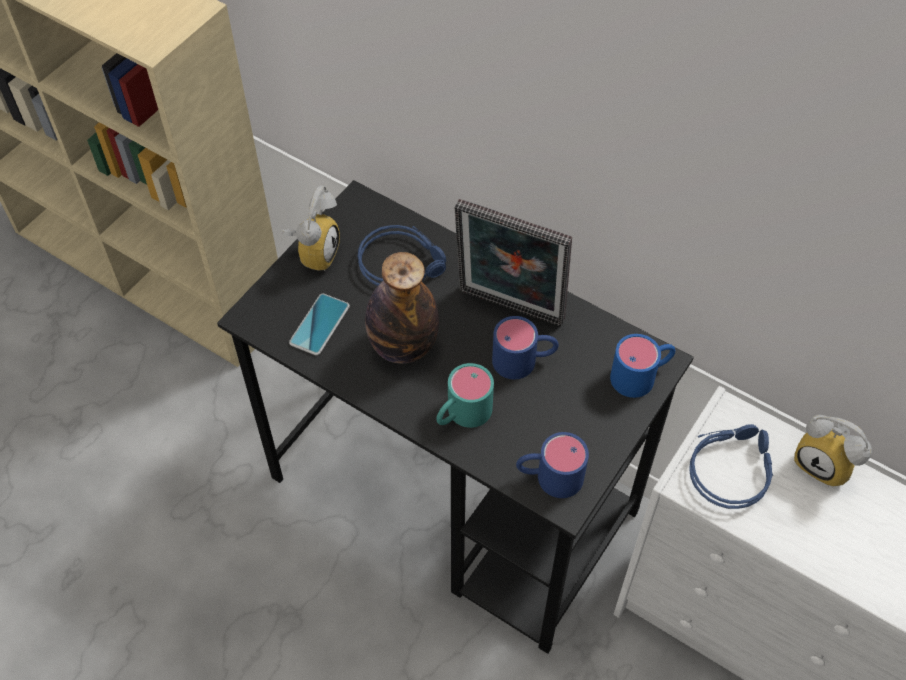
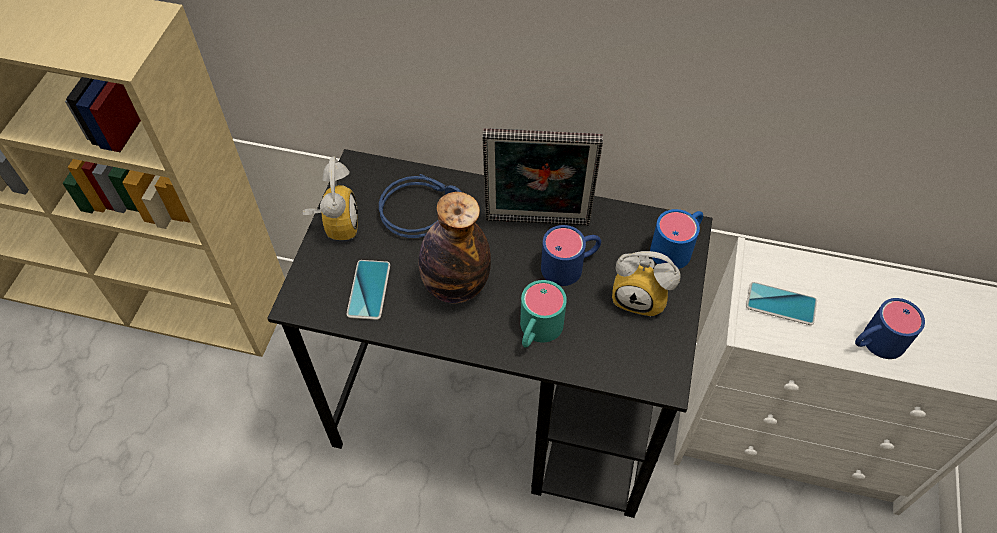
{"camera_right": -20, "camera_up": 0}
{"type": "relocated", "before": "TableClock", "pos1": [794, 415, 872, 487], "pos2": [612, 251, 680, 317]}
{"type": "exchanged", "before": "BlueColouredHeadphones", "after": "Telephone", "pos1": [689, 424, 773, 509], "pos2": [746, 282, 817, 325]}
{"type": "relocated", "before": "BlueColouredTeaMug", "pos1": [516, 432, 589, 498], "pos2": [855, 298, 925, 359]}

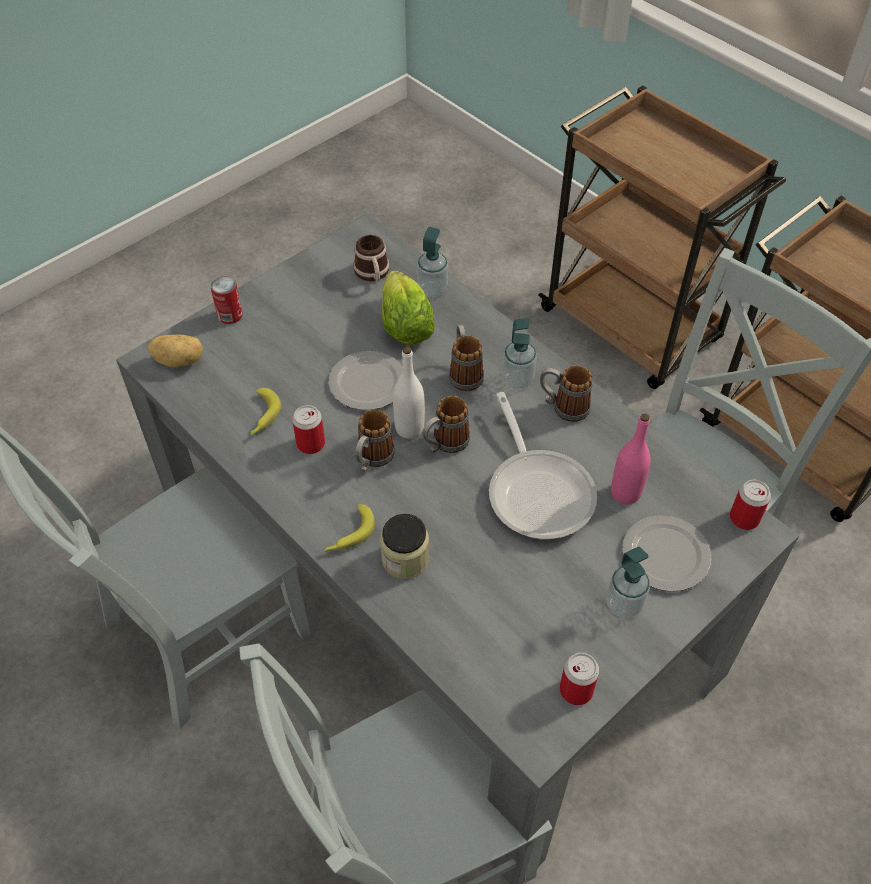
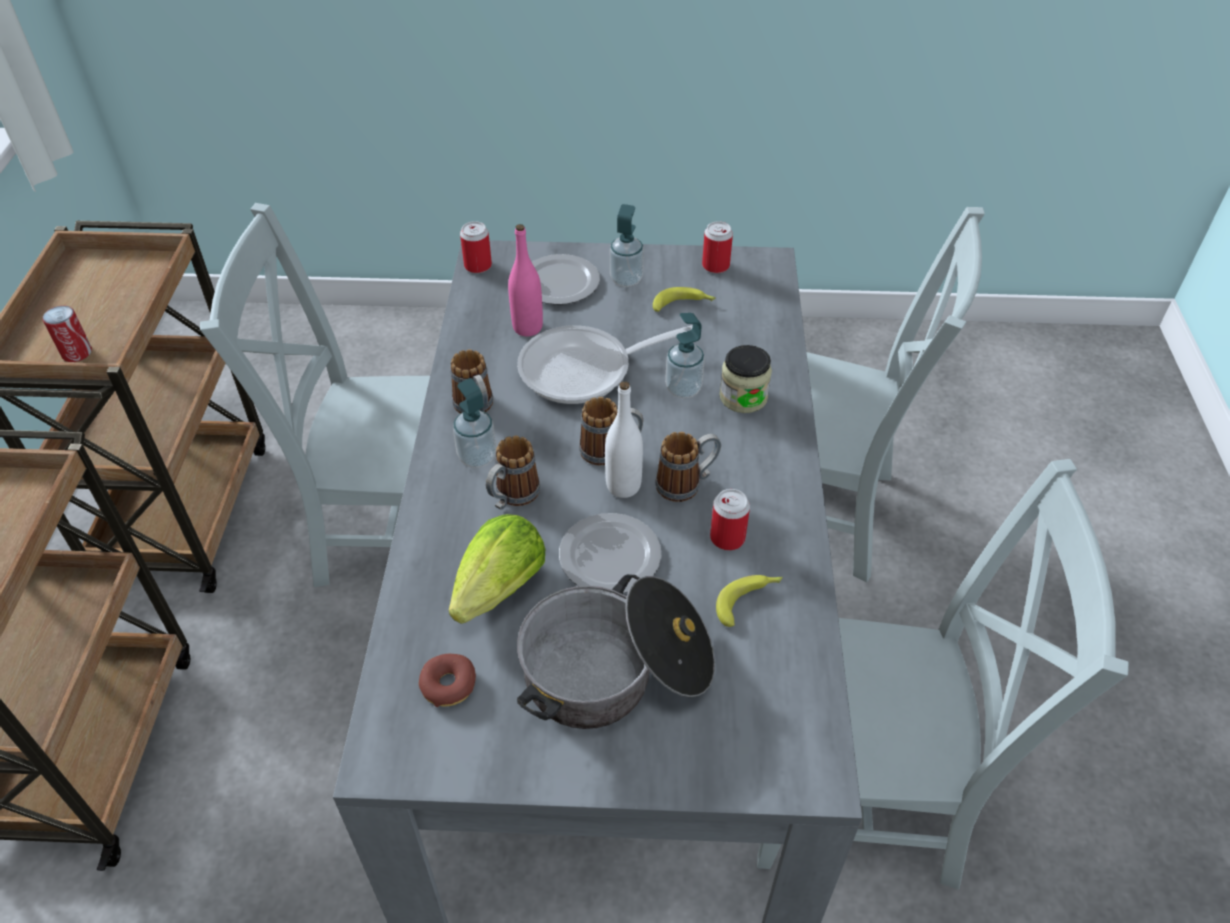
{"camera_right": -135, "camera_up": -5}
{"type": "relocated", "before": "Can", "pos1": [211, 276, 243, 324], "pos2": [43, 306, 92, 362]}
{"type": "exchanged", "before": "TeaMug", "after": "RingDoughnut", "pos1": [353, 235, 389, 282], "pos2": [419, 654, 476, 707]}
{"type": "spun", "before": "Pan", "pos1": [489, 392, 597, 539], "pos2": [517, 325, 693, 404], "turn": -135}
{"type": "appeared", "after": "CookingPot", "pos2": [517, 574, 715, 729]}
{"type": "relocated", "before": "BananaFruit", "pos1": [324, 504, 375, 552], "pos2": [653, 287, 716, 312]}
{"type": "relocated", "before": "SoapDispenser", "pos1": [417, 227, 448, 297], "pos2": [665, 313, 705, 398]}
{"type": "missing", "before": "Potato", "pos1": [148, 334, 203, 367]}

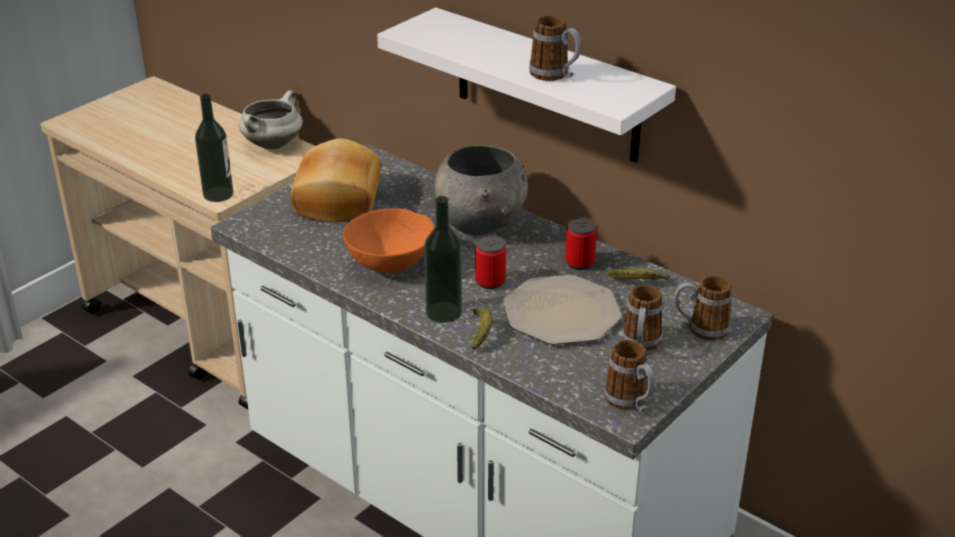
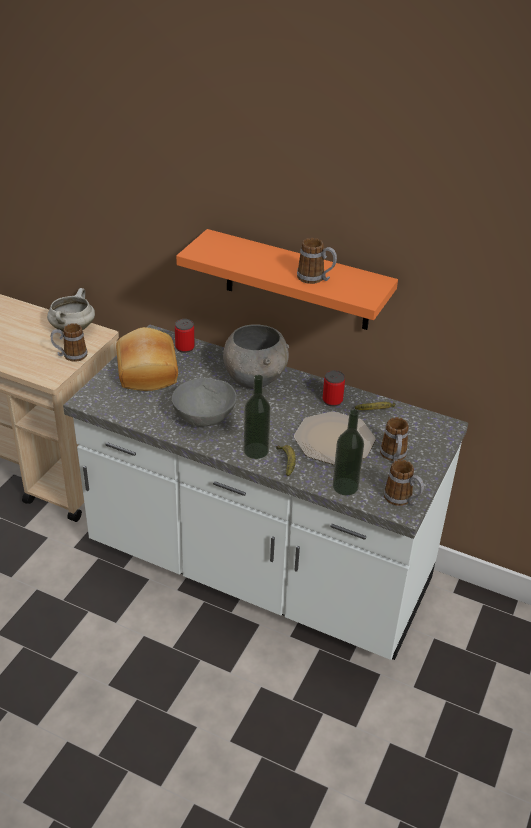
{"camera_right": -15, "camera_up": 5}
{"type": "relocated", "before": "TeaMug", "pos1": [674, 275, 732, 341], "pos2": [51, 323, 87, 362]}
{"type": "colour", "before": "OrangeColouredDeepDish", "after": "GrayDeepDish", "pos1": [343, 208, 435, 273], "pos2": [172, 378, 237, 426]}
{"type": "relocated", "before": "Can", "pos1": [475, 235, 506, 289], "pos2": [175, 319, 195, 353]}
{"type": "colour", "before": "WhiteBracketShelf", "after": "OrangeColouredBracketShelf", "pos1": [377, 7, 676, 163], "pos2": [176, 229, 398, 330]}
{"type": "relocated", "before": "BeverageBottle", "pos1": [195, 93, 233, 202], "pos2": [333, 409, 364, 495]}

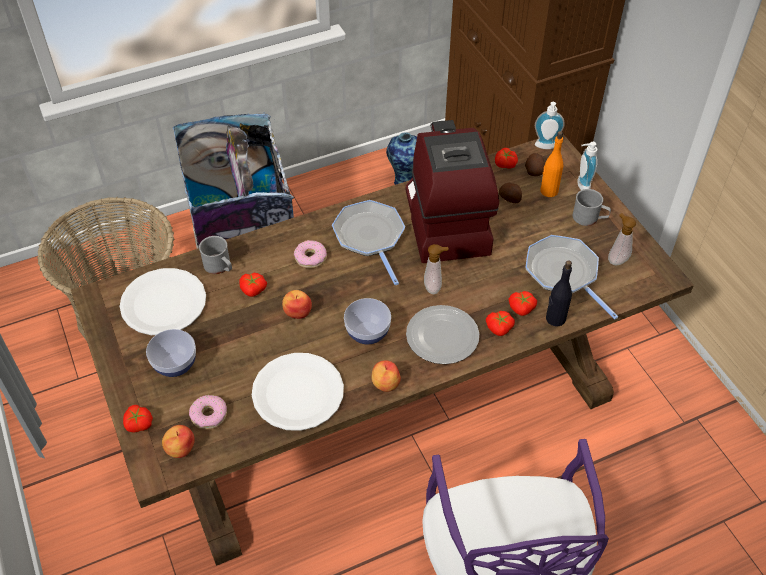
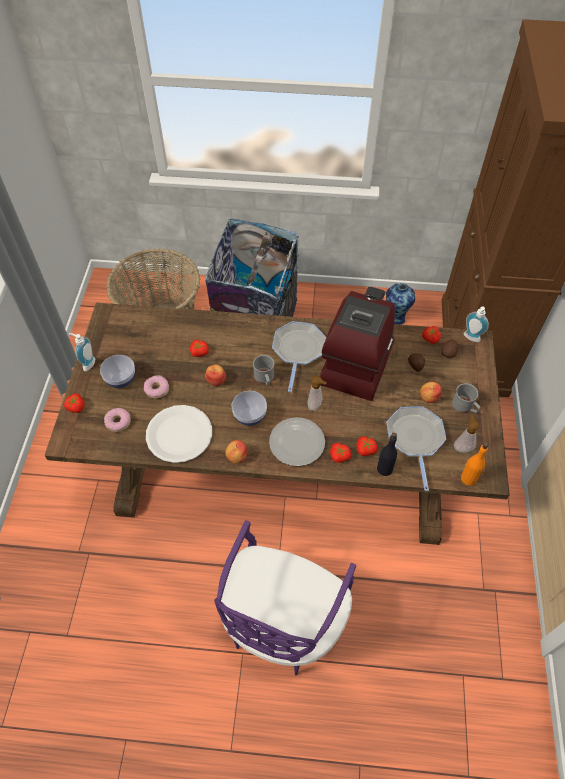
{"camera_right": 30, "camera_up": 5}
{"type": "relocated", "before": "SoapDispenser", "pos1": [577, 142, 598, 190], "pos2": [69, 333, 95, 371]}
{"type": "relocated", "before": "RingDoughnut", "pos1": [294, 240, 327, 268], "pos2": [144, 375, 169, 398]}
{"type": "relocated", "before": "GrayTeaMug", "pos1": [199, 236, 232, 274], "pos2": [253, 355, 274, 386]}
{"type": "relocated", "before": "Apple", "pos1": [162, 425, 195, 458], "pos2": [420, 382, 442, 403]}
{"type": "relocated", "before": "OrangeColouredBeverageBottle", "pos1": [540, 131, 563, 197], "pos2": [461, 442, 489, 486]}
{"type": "missing", "before": "WhitePlate", "pos1": [120, 268, 206, 335]}

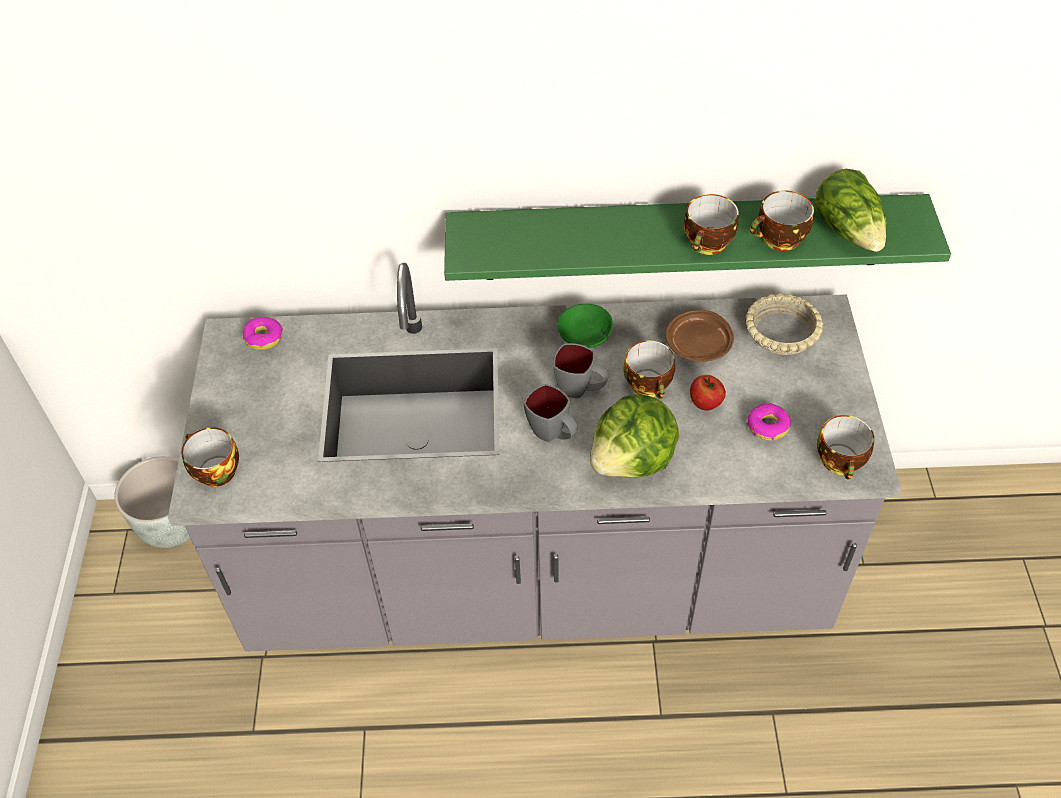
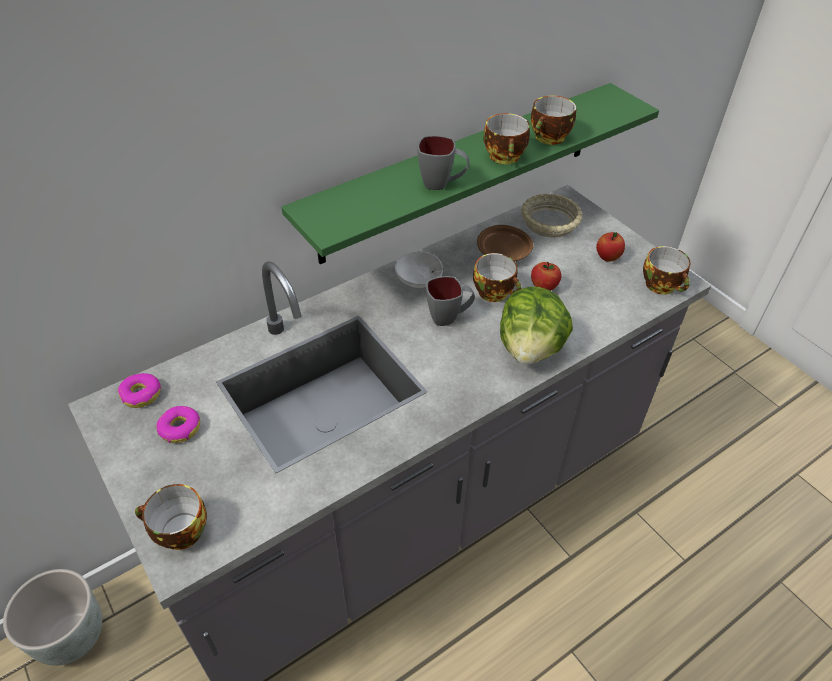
{"camera_right": -35, "camera_up": -5}
{"type": "relocated", "before": "RingDoughnut", "pos1": [747, 403, 791, 441], "pos2": [156, 406, 200, 443]}
{"type": "colour", "before": "GreenishDeepDish", "after": "WhiteDeepDish", "pos1": [557, 304, 613, 348], "pos2": [395, 251, 443, 288]}
{"type": "relocated", "before": "GrayTeaMug", "pos1": [524, 384, 578, 442], "pos2": [418, 135, 469, 190]}
{"type": "appeared", "after": "Apple", "pos2": [596, 232, 625, 262]}
{"type": "missing", "before": "LettuceHead", "pos1": [815, 169, 886, 252]}

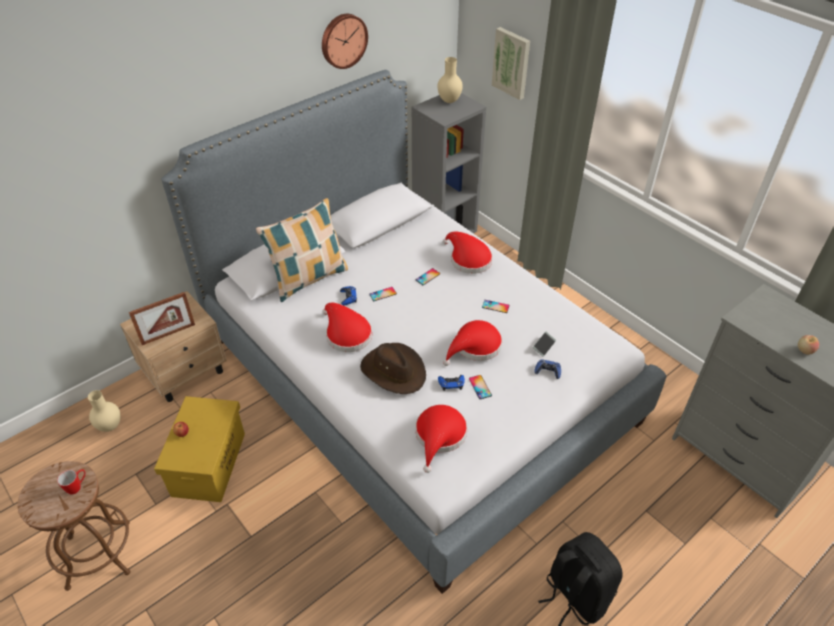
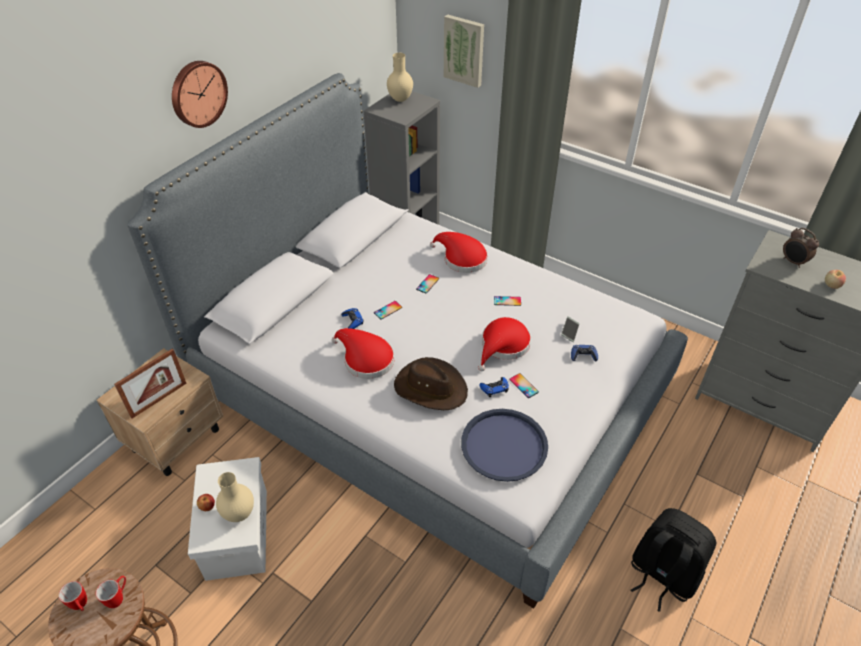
{"camera_right": -15, "camera_up": 0}
{"type": "appeared", "after": "TeaMug", "pos2": [59, 581, 87, 611]}
{"type": "relocated", "before": "HangingClock", "pos1": [322, 14, 368, 69], "pos2": [172, 61, 228, 128]}
{"type": "colour", "before": "YellowStorageBin", "after": "WhiteStorageBin", "pos1": [154, 396, 245, 502], "pos2": [188, 457, 267, 581]}
{"type": "relocated", "before": "BeigeColouredDecorativeVase", "pos1": [88, 390, 121, 432], "pos2": [216, 472, 254, 522]}
{"type": "exchanged", "before": "RedColouredHat", "after": "BlueColouredTray", "pos1": [416, 405, 467, 473], "pos2": [461, 409, 548, 482]}
{"type": "appeared", "after": "TableClock", "pos2": [783, 228, 819, 268]}
{"type": "missing", "before": "Pillow", "pos1": [256, 198, 348, 302]}

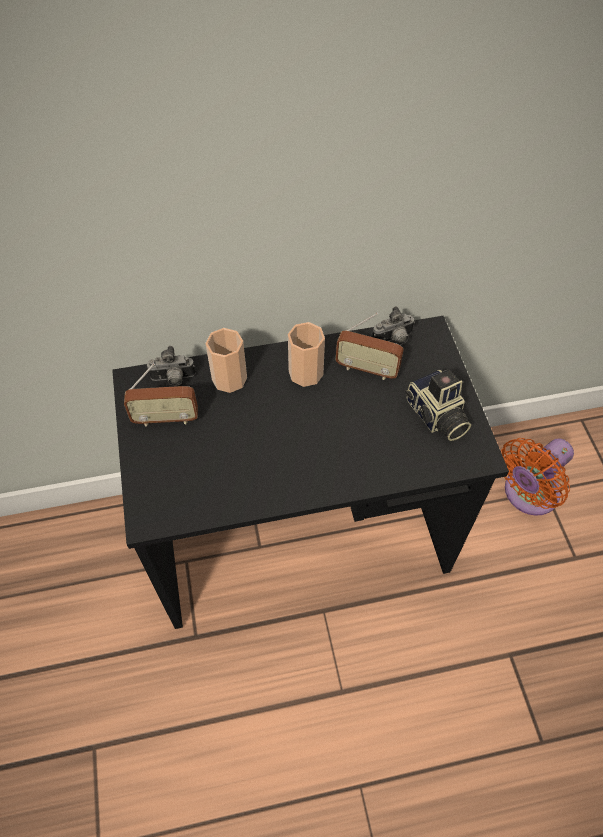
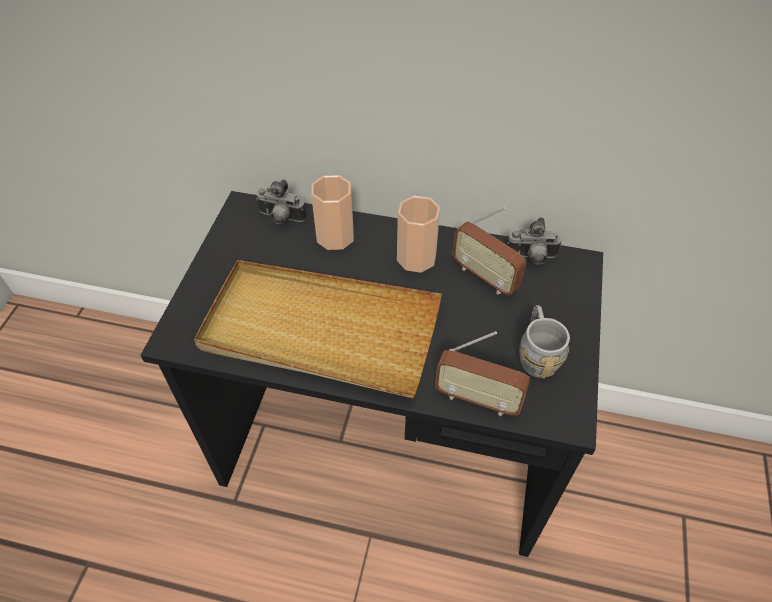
{"camera_right": 25, "camera_up": -5}
{"type": "appeared", "after": "BeigeColouredTray", "pos2": [194, 260, 442, 398]}
{"type": "relocated", "before": "RadioReceiver", "pos1": [124, 363, 198, 427], "pos2": [435, 331, 530, 417]}
{"type": "exchanged", "before": "PhotoCamera", "after": "GrayTeaMug", "pos1": [405, 369, 471, 441], "pos2": [519, 305, 570, 378]}
{"type": "missing", "before": "OrangeColouredFan", "pos1": [501, 438, 574, 516]}

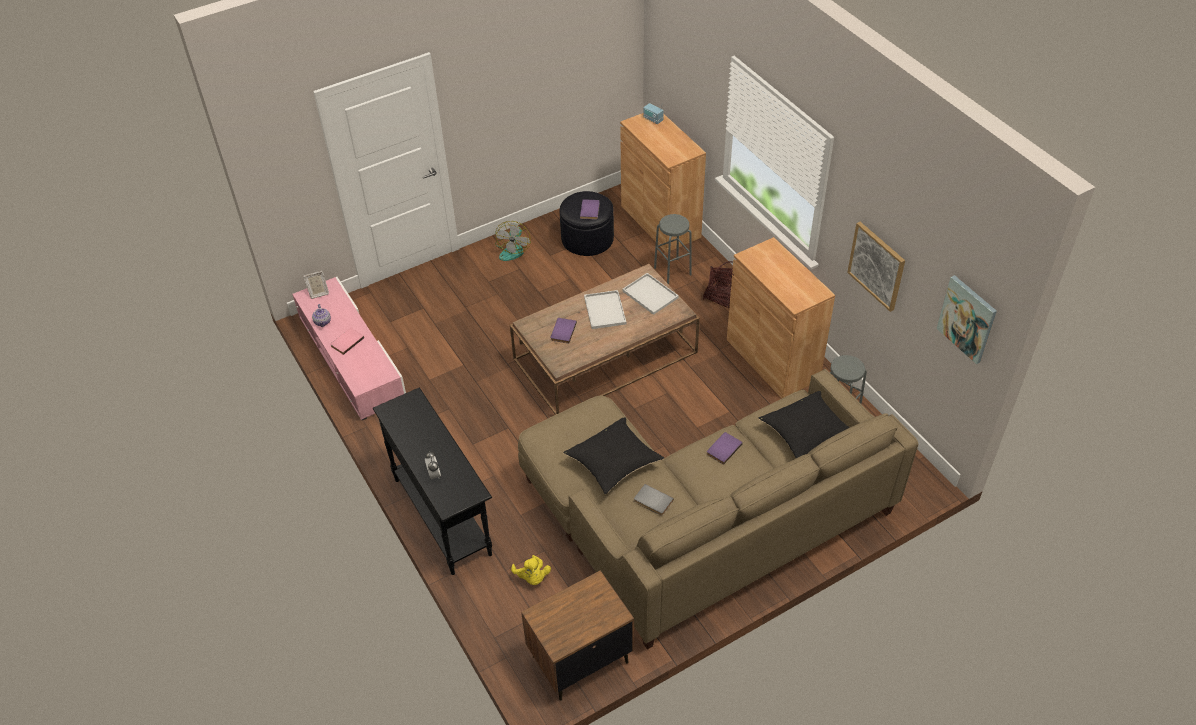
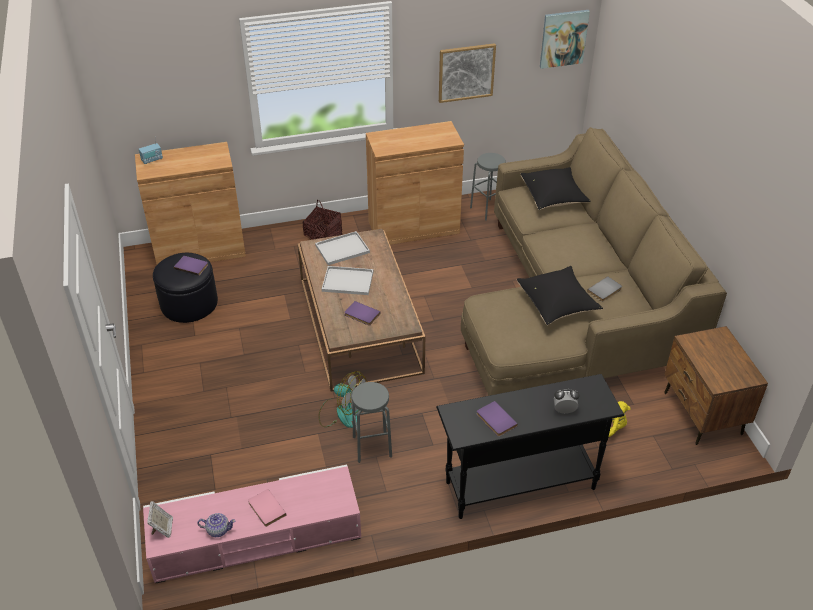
{"camera_right": -75, "camera_up": -5}
{"type": "relocated", "before": "Fan", "pos1": [495, 221, 531, 261], "pos2": [318, 371, 367, 428]}
{"type": "relocated", "before": "GrayStoolSeat", "pos1": [654, 214, 692, 284], "pos2": [352, 382, 392, 463]}
{"type": "relocated", "before": "PurpleColouredVolume", "pos1": [707, 432, 743, 465], "pos2": [477, 401, 518, 437]}

